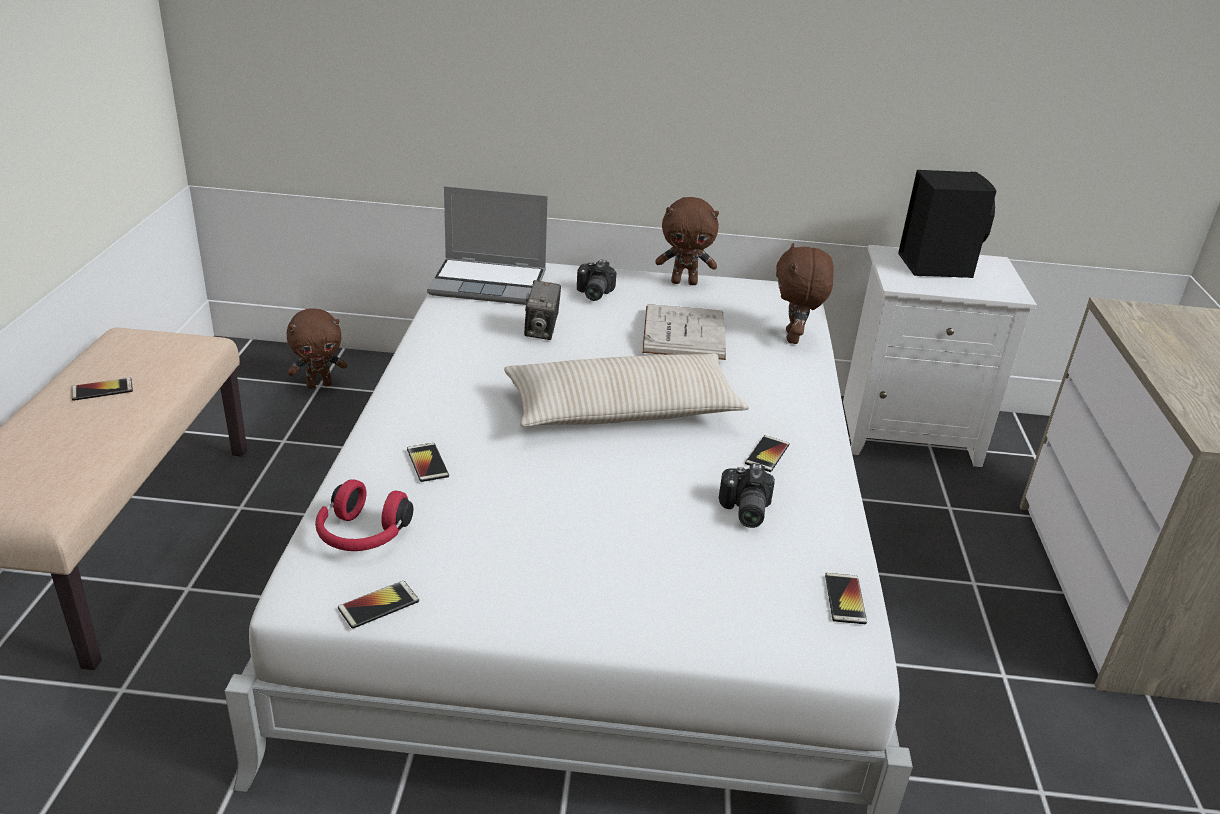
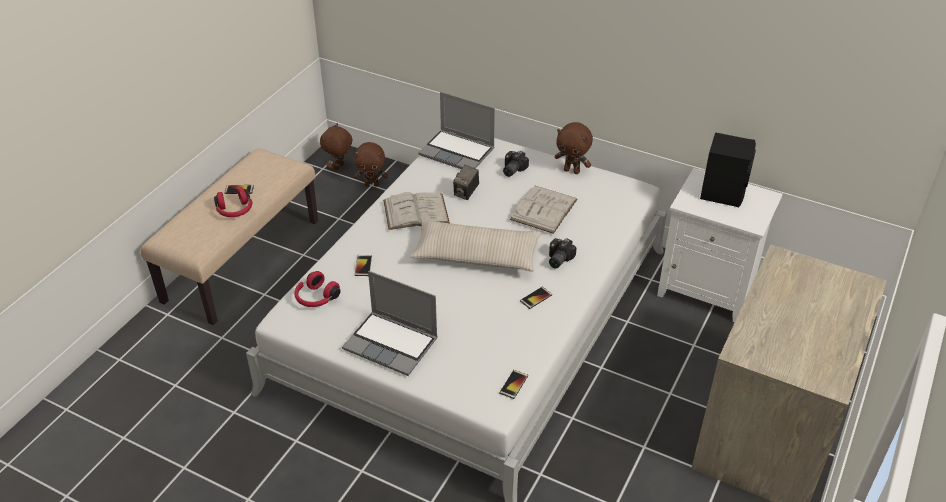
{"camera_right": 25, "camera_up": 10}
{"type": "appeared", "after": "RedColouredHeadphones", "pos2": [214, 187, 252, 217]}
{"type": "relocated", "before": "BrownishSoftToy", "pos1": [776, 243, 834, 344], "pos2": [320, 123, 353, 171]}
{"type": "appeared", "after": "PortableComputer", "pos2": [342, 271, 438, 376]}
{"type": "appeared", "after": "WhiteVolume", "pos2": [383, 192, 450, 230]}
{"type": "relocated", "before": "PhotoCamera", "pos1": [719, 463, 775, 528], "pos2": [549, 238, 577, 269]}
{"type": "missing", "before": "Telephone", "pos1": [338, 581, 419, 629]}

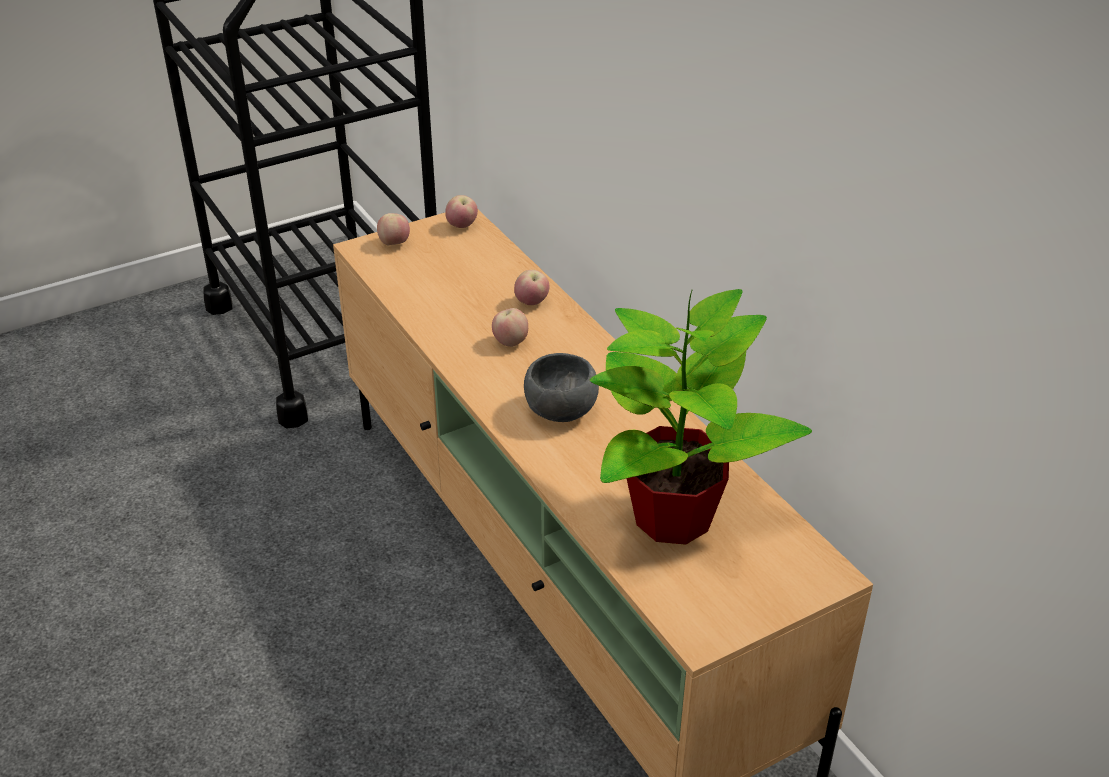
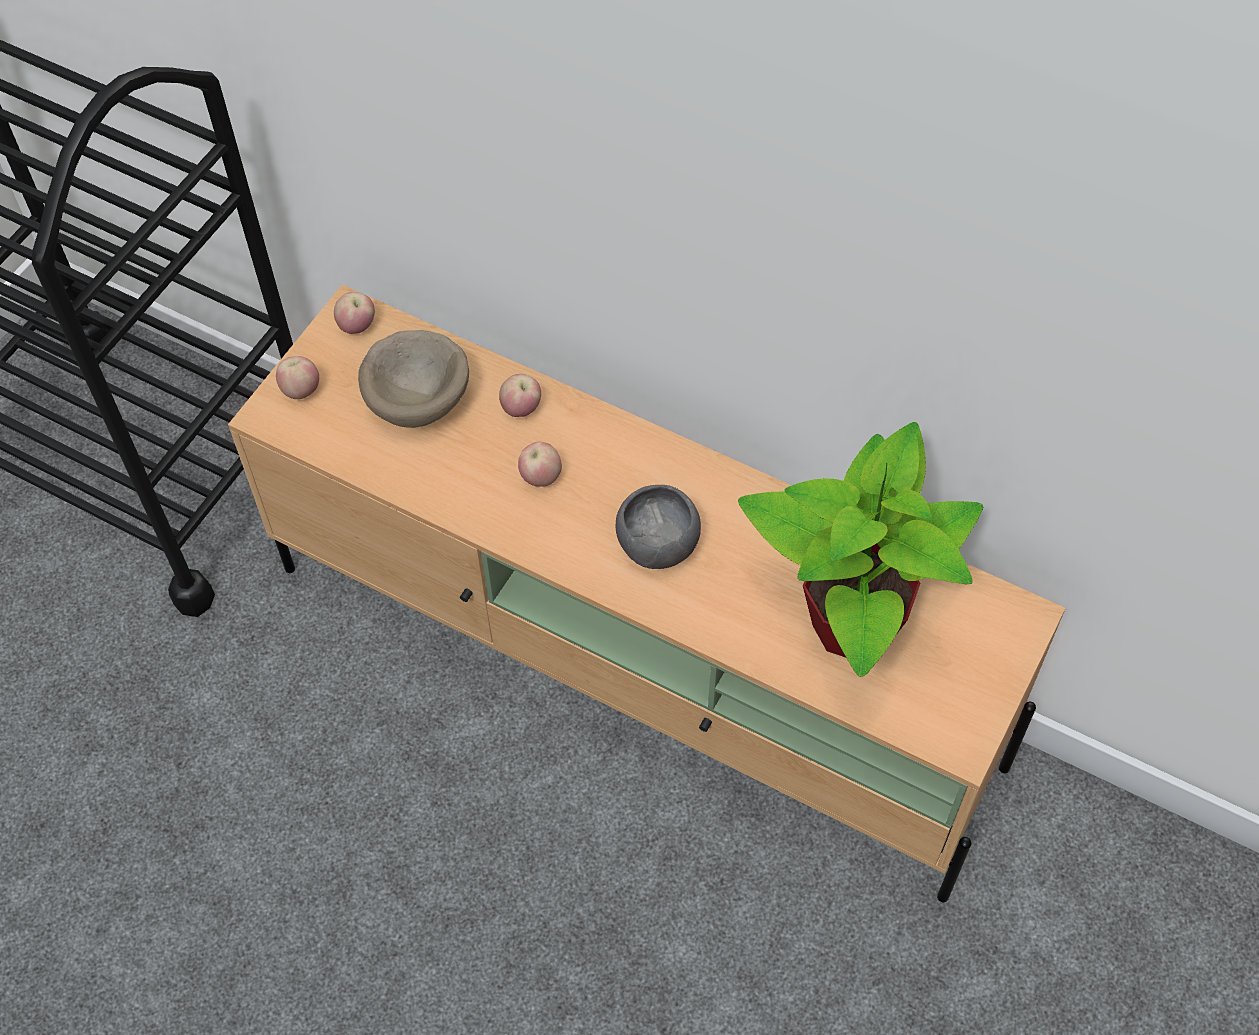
{"camera_right": -30, "camera_up": 20}
{"type": "appeared", "after": "BeigeColouredDeepDish", "pos2": [358, 330, 469, 428]}

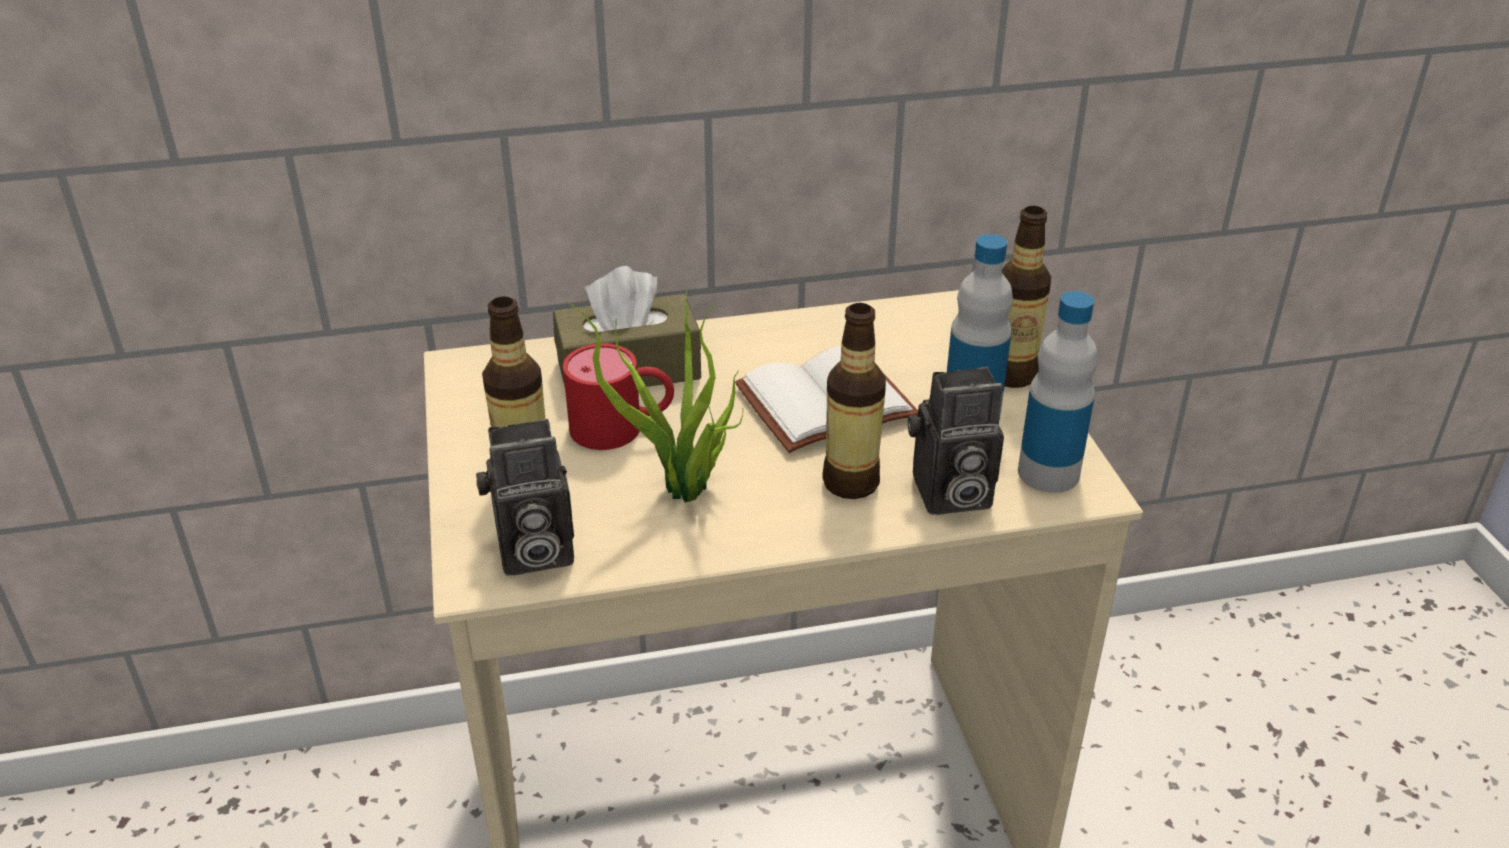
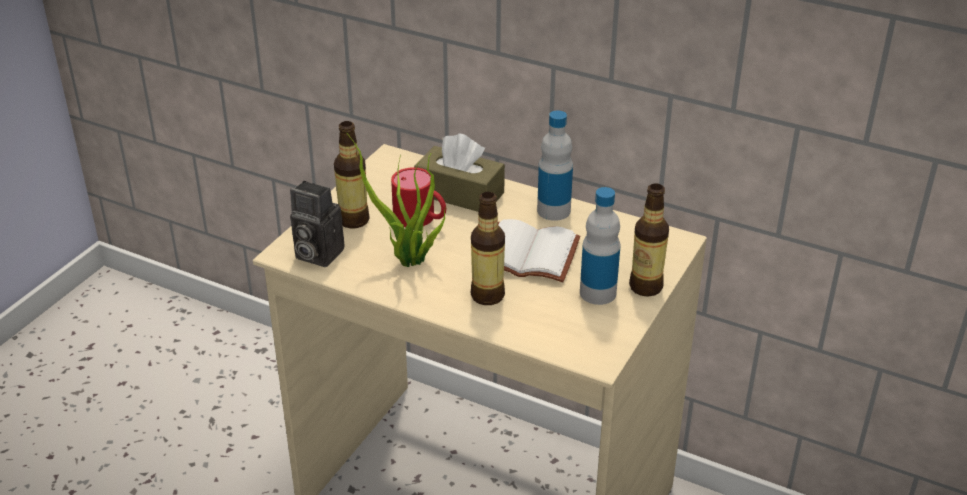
{"camera_right": 40, "camera_up": 0}
{"type": "relocated", "before": "BeverageBottle", "pos1": [1018, 291, 1098, 493], "pos2": [537, 110, 573, 221]}
{"type": "missing", "before": "PhotoCamera", "pos1": [908, 367, 1004, 515]}

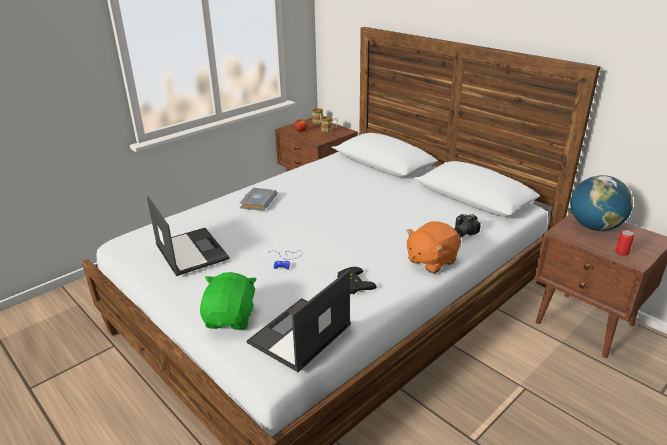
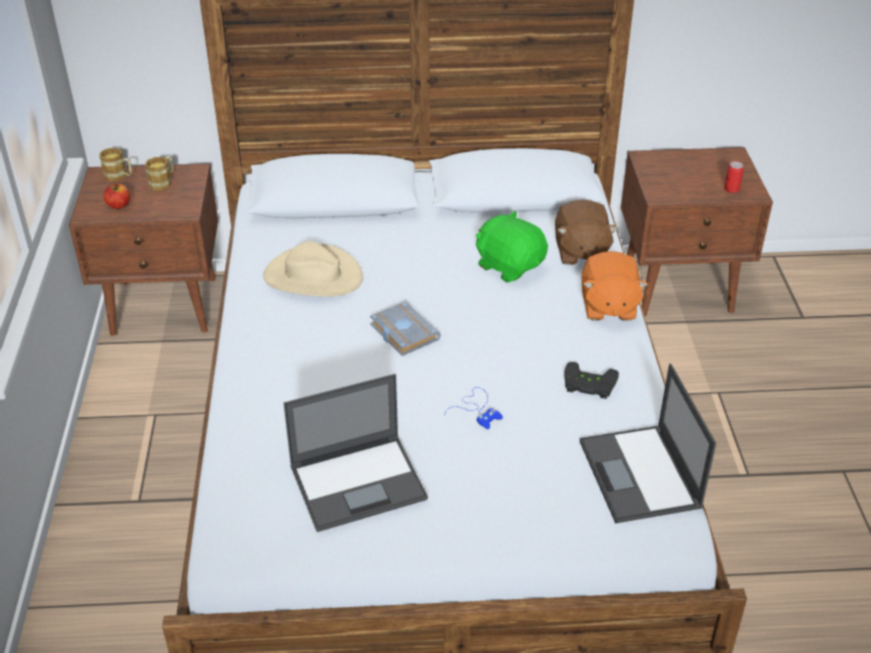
{"camera_right": -50, "camera_up": 10}
{"type": "appeared", "after": "BeigeColouredHat", "pos2": [263, 241, 363, 297]}
{"type": "spun", "before": "PortableComputer", "pos1": [147, 196, 230, 276], "pos2": [284, 374, 428, 532], "turn": 150}
{"type": "relocated", "before": "GrayVolume", "pos1": [240, 188, 277, 211], "pos2": [370, 301, 441, 356]}
{"type": "relocated", "before": "GreenishSoftToy", "pos1": [200, 272, 257, 330], "pos2": [476, 211, 548, 283]}
{"type": "exchanged", "before": "PhotoCamera", "after": "BrownishSoftToy", "pos1": [454, 214, 481, 237], "pos2": [555, 199, 618, 265]}
{"type": "missing", "before": "Globe", "pos1": [571, 175, 633, 231]}

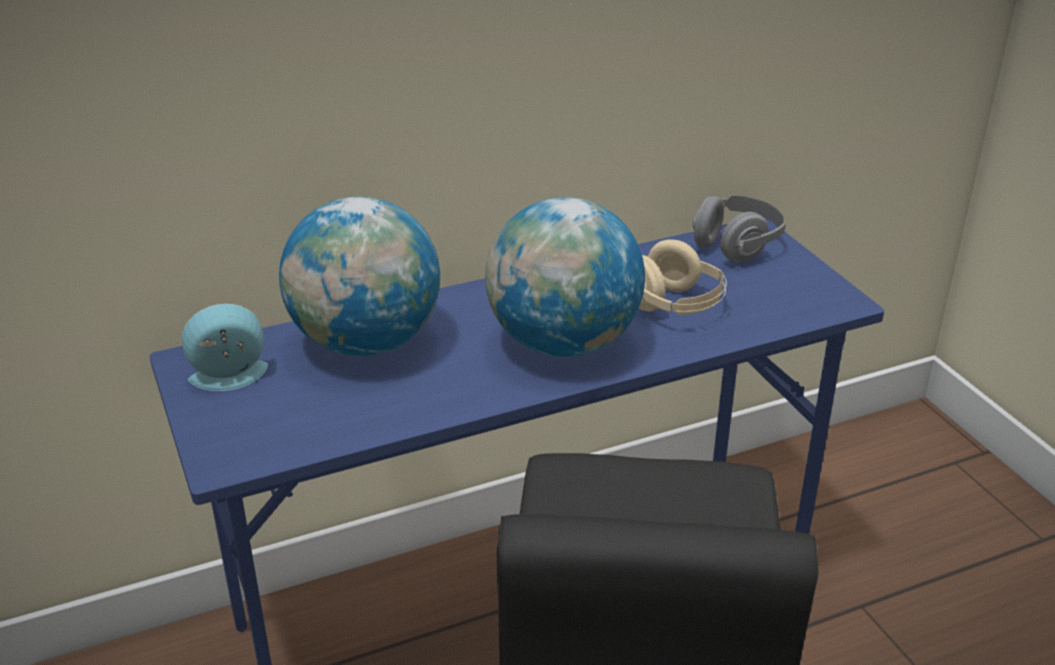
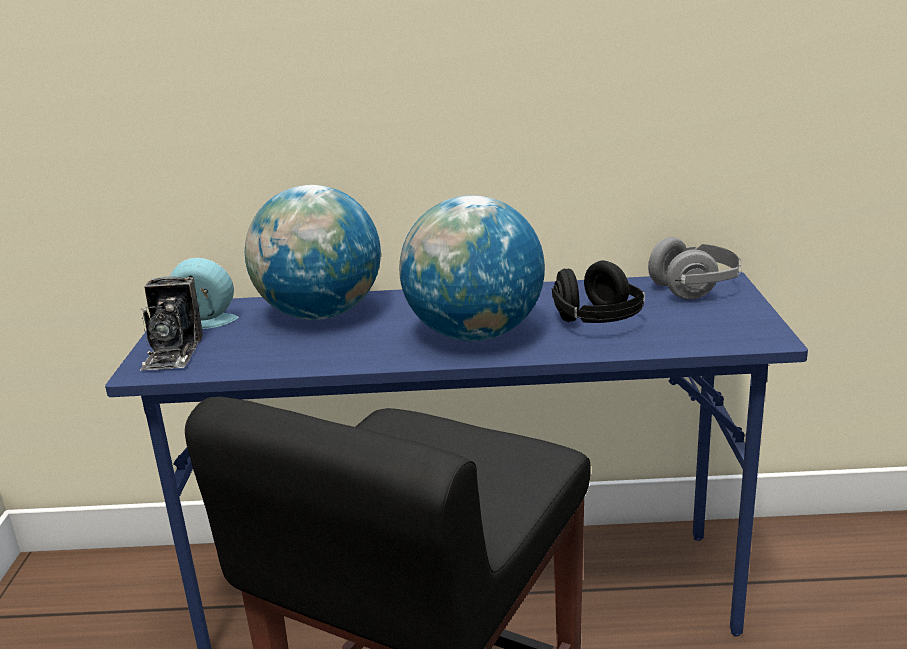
{"camera_right": 25, "camera_up": -10}
{"type": "appeared", "after": "PhotoCamera", "pos2": [140, 276, 203, 371]}
{"type": "colour", "before": "BeigeColouredHeadphones", "after": "BlackishHeadphones", "pos1": [639, 239, 727, 315], "pos2": [552, 261, 645, 323]}

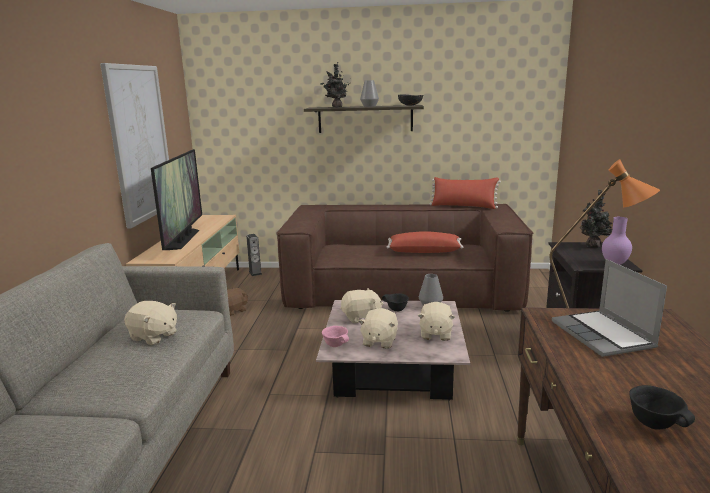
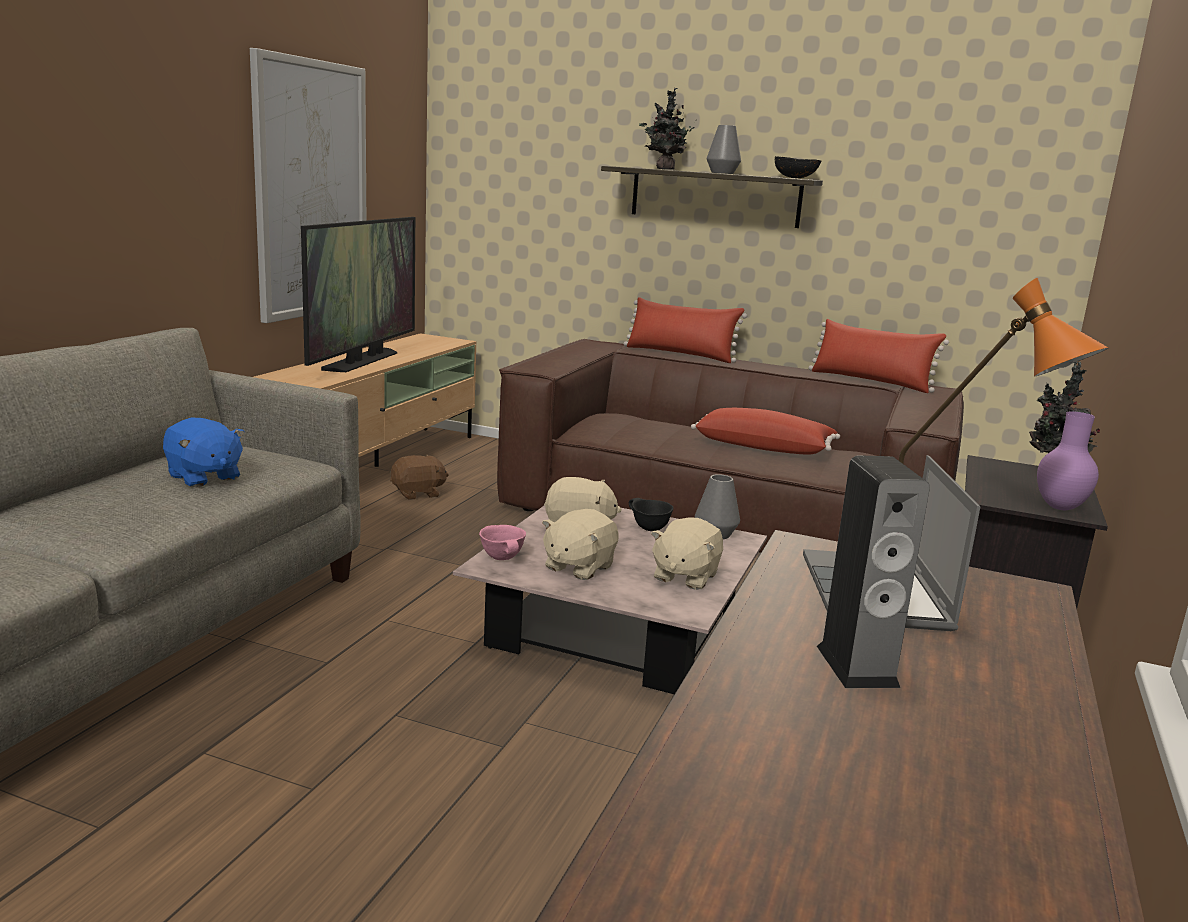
{"camera_right": 15, "camera_up": 0}
{"type": "colour", "before": "BeigeColouredSoftToy", "after": "BlueColouredSoftToy", "pos1": [124, 301, 177, 345], "pos2": [163, 418, 244, 487]}
{"type": "appeared", "after": "RedColouredPillow", "pos2": [624, 297, 747, 363]}
{"type": "relocated", "before": "Speaker", "pos1": [246, 234, 262, 276], "pos2": [817, 455, 930, 688]}
{"type": "missing", "before": "BlackishDeepDish", "pos1": [629, 385, 695, 429]}

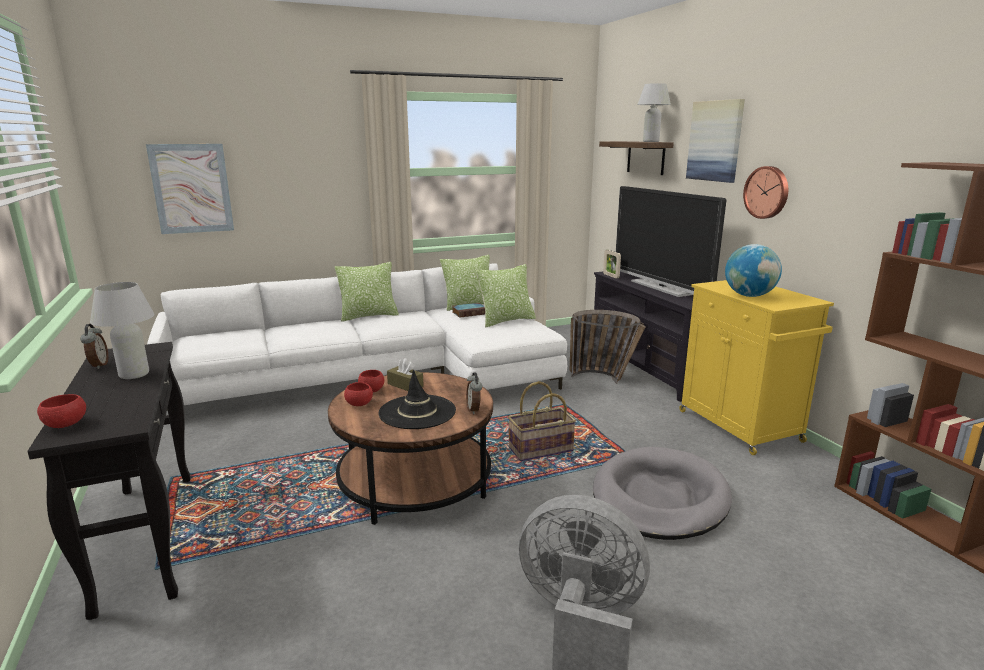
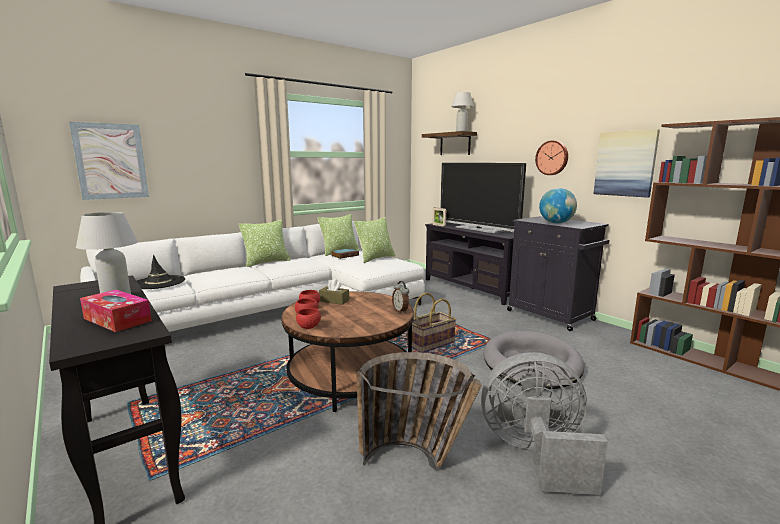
{"camera_right": -15, "camera_up": -5}
{"type": "appeared", "after": "BoxOfTissues", "pos2": [80, 290, 152, 332]}
{"type": "relocated", "before": "BlackishHat", "pos1": [378, 369, 456, 429], "pos2": [137, 255, 185, 289]}
{"type": "relocated", "before": "RedColouredDeepDish", "pos1": [37, 394, 86, 428], "pos2": [296, 308, 321, 329]}
{"type": "relocated", "before": "Basket", "pos1": [570, 310, 645, 384], "pos2": [356, 352, 482, 472]}
{"type": "colour", "before": "YellowCabinet", "after": "BlackishCabinet", "pos1": [679, 280, 834, 455], "pos2": [507, 216, 609, 331]}
{"type": "relocated", "before": "WallPicture", "pos1": [686, 99, 745, 183], "pos2": [593, 129, 660, 198]}
{"type": "missing", "before": "TableClock", "pos1": [80, 324, 108, 369]}

